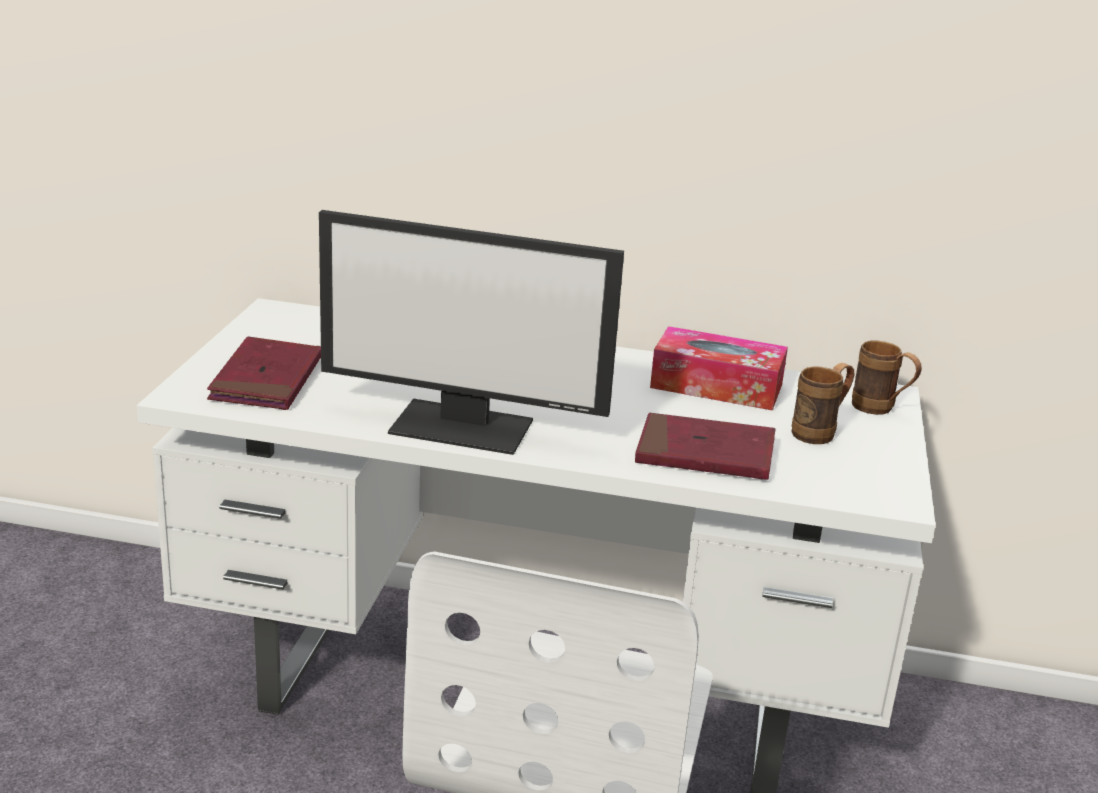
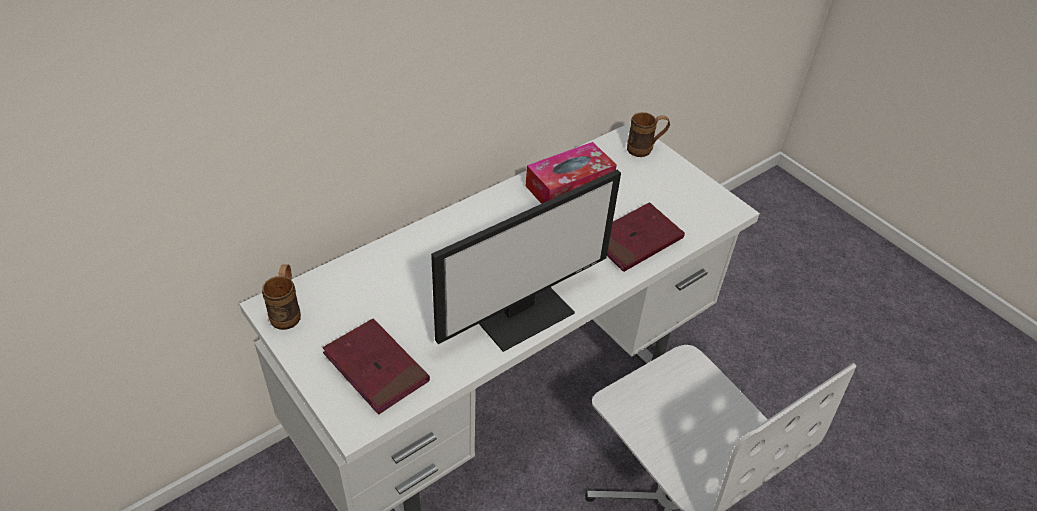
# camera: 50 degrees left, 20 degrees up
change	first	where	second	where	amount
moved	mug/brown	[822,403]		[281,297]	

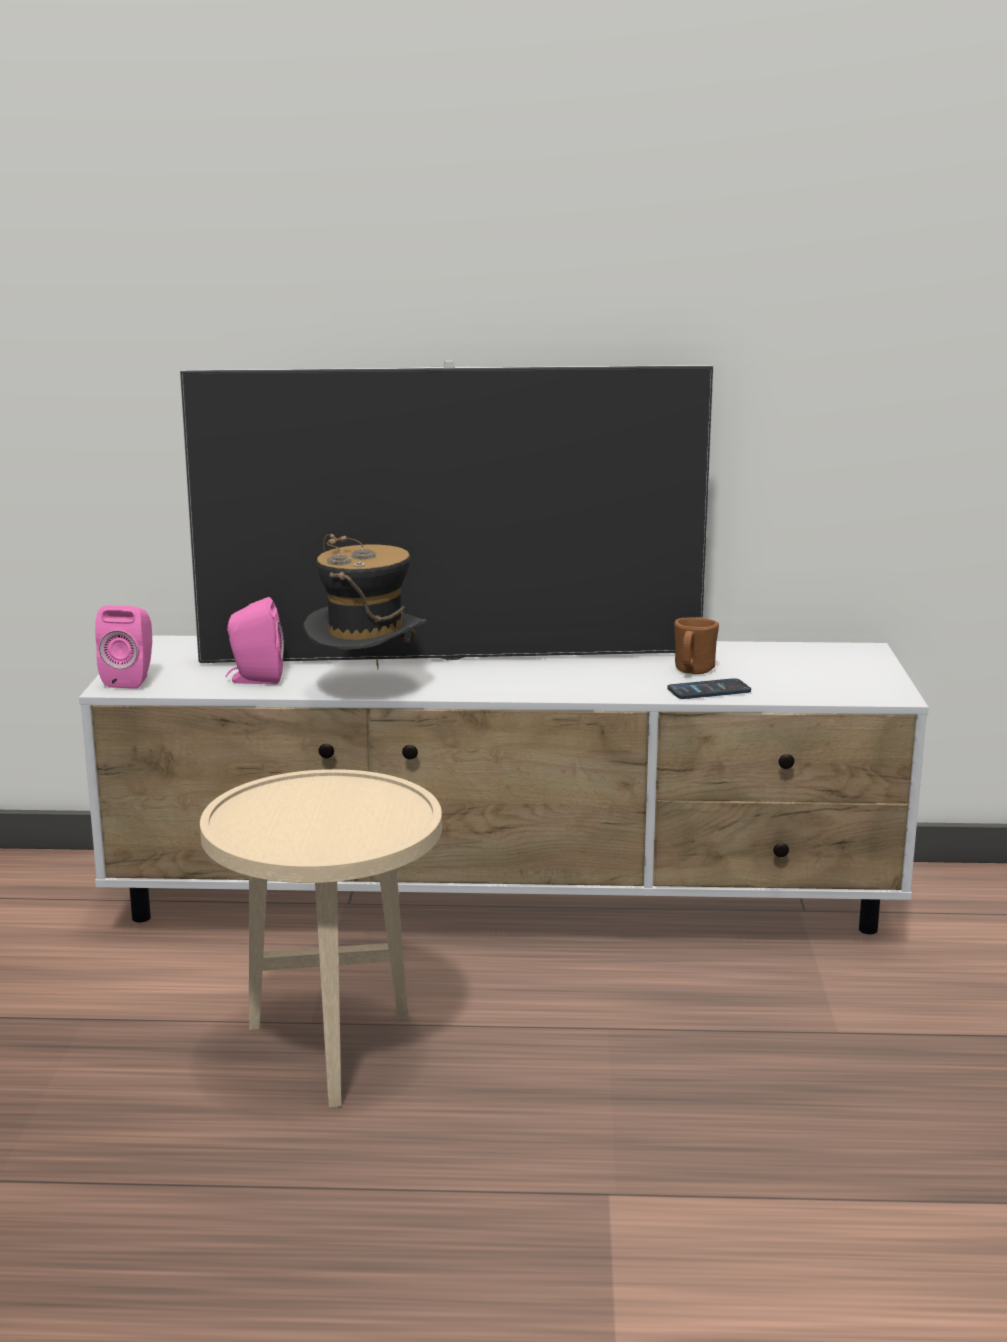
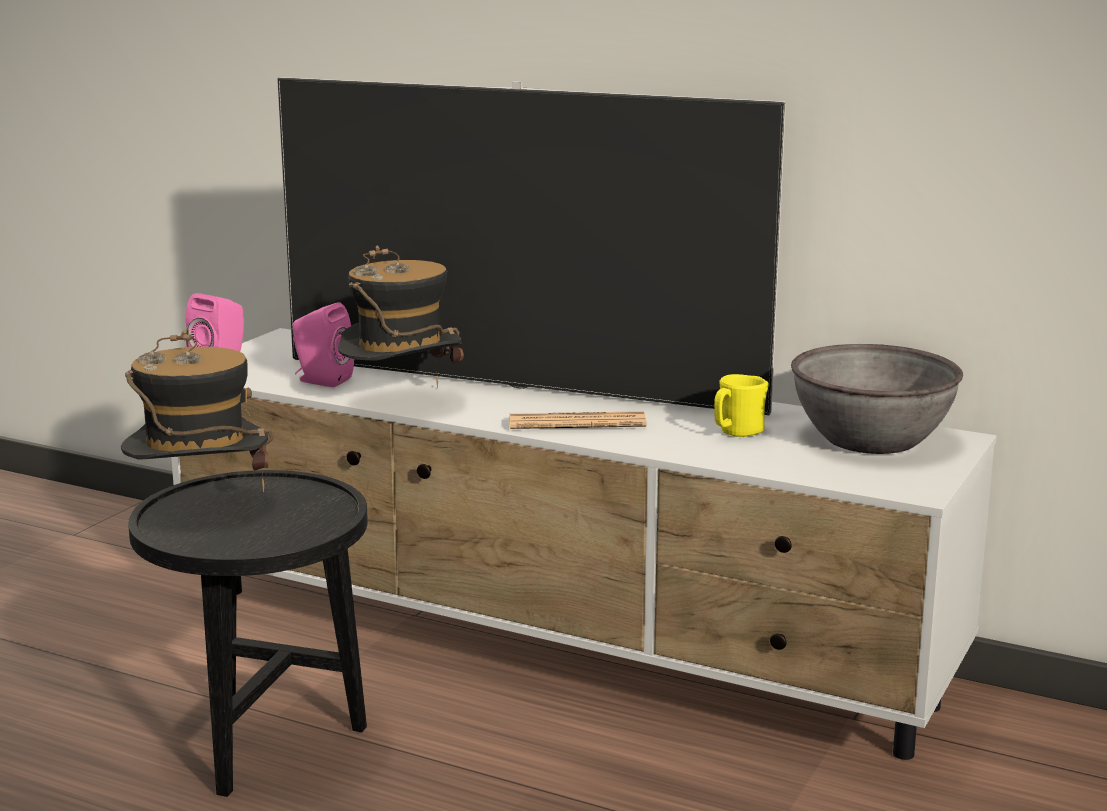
# camera: 25 degrees right, 0 degrees up
change	first	where	second	where	amount
recoloured	side table/beige	[321,938]	side table/black	[248,633]	
removed	phone	[709,688]			
recoloured	mug/brown	[696,645]	mug/yellow	[741,405]	
added			hat	[197,410]	
added			newspaper	[577,420]	
added			bowl/grey	[877,399]	

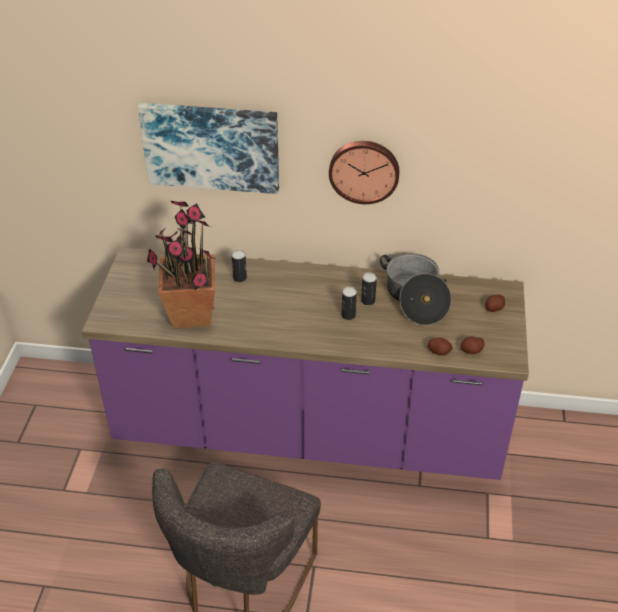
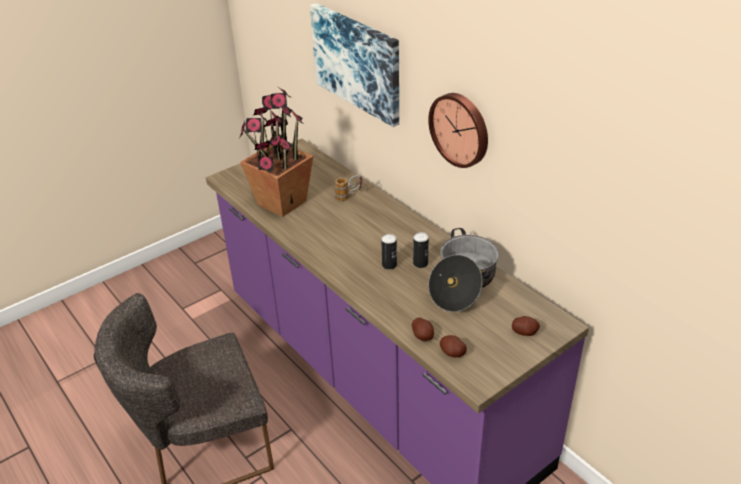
# camera: 45 degrees right, 5 degrees down
change	first	where	second	where	amount
replaced	can	[239,266]	mug	[348,188]	

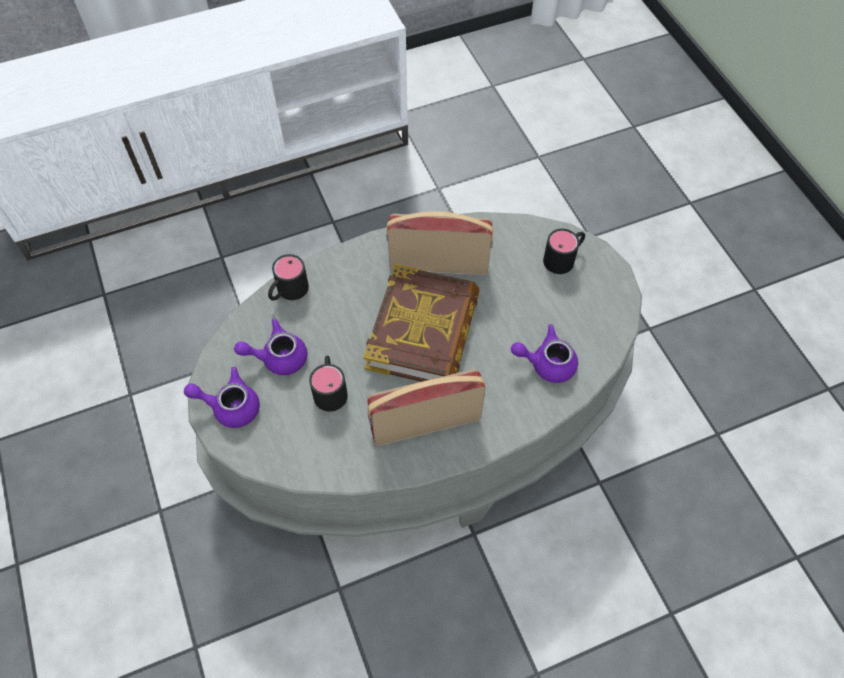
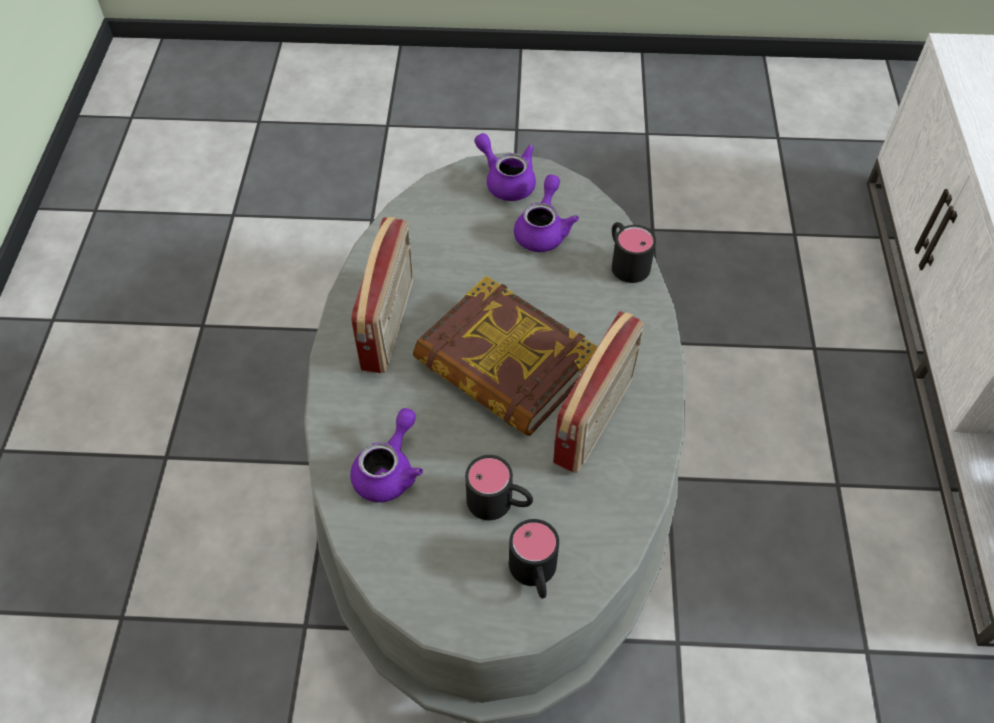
# camera: 115 degrees right, 5 degrees down
change	first	where	second	where	amount
turned	teapot/purple	[222,397]		[505,167]	75 degrees counterclockwise
moved	mug/black	[328,384]		[499,487]	

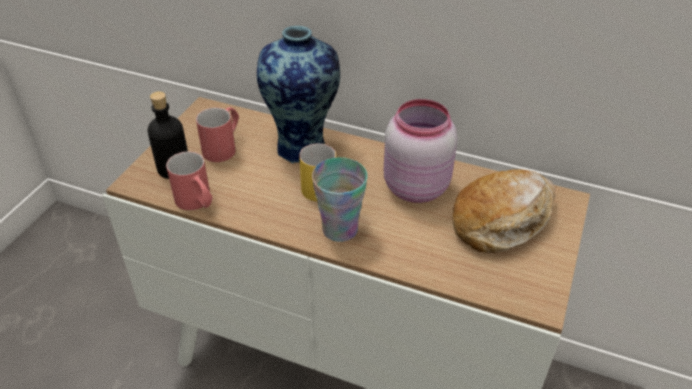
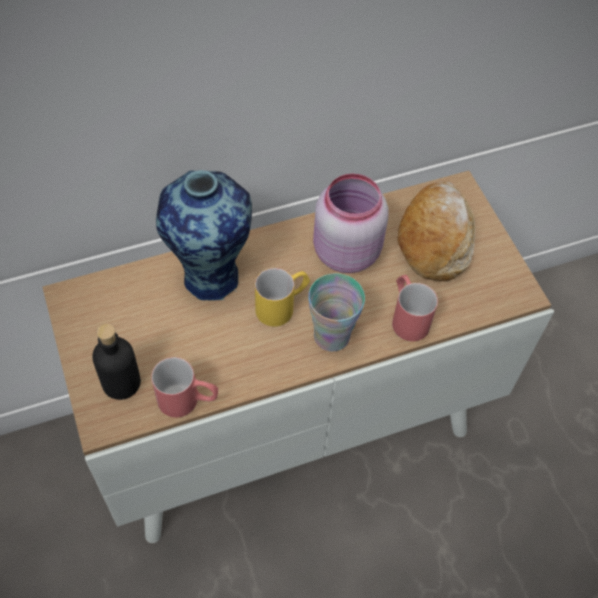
# camera: 45 degrees left, 15 degrees up
change	first	where	second	where	amount
moved	mug/red	[217,134]		[415,308]	

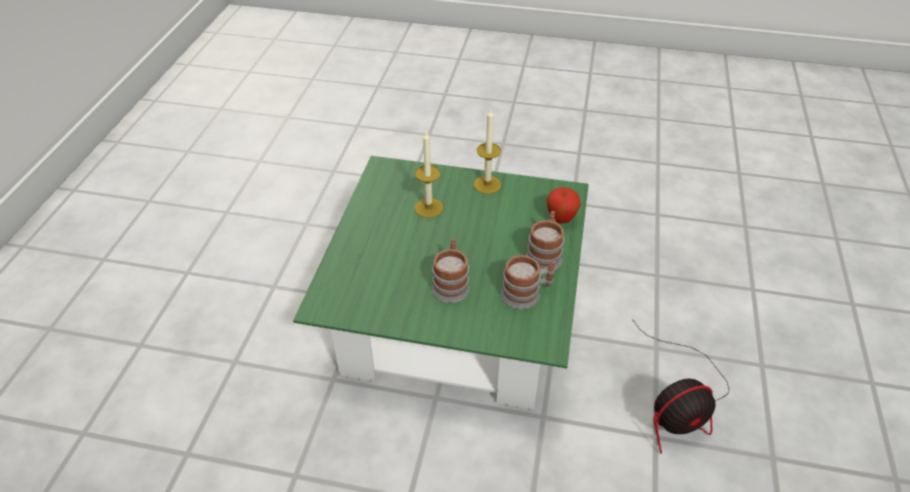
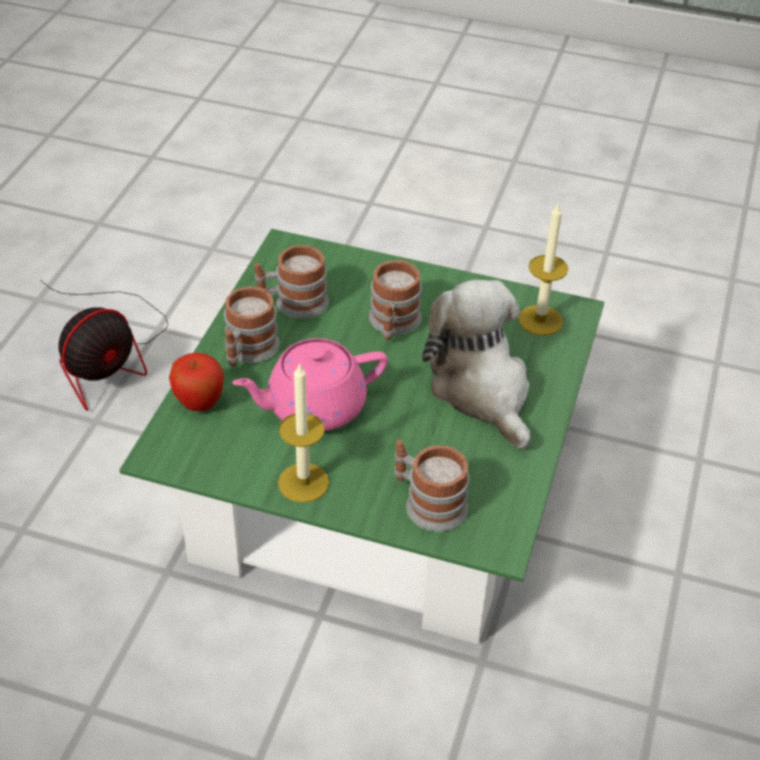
# camera: 175 degrees left, 0 degrees up
change	first	where	second	where	amount
moved	candle	[428,175]		[543,269]	
turned	fan	[681,386]		[104,345]	150 degrees clockwise
added			teapot/pink	[310,384]	
added			mug	[431,485]	
added			plush toy	[476,364]	

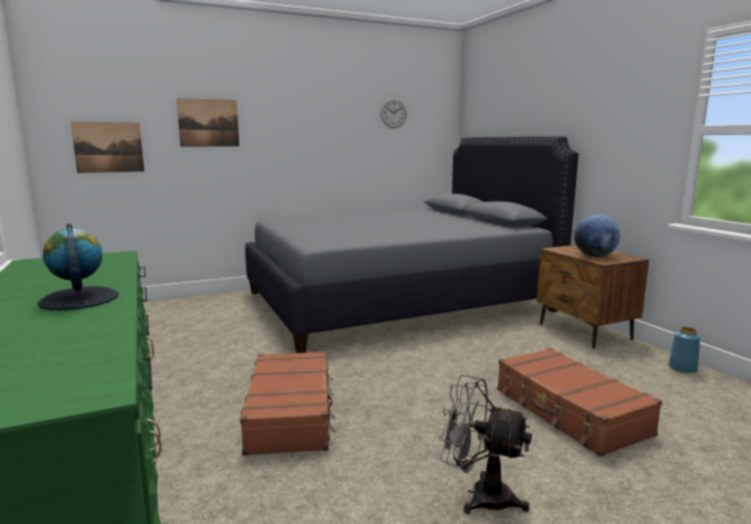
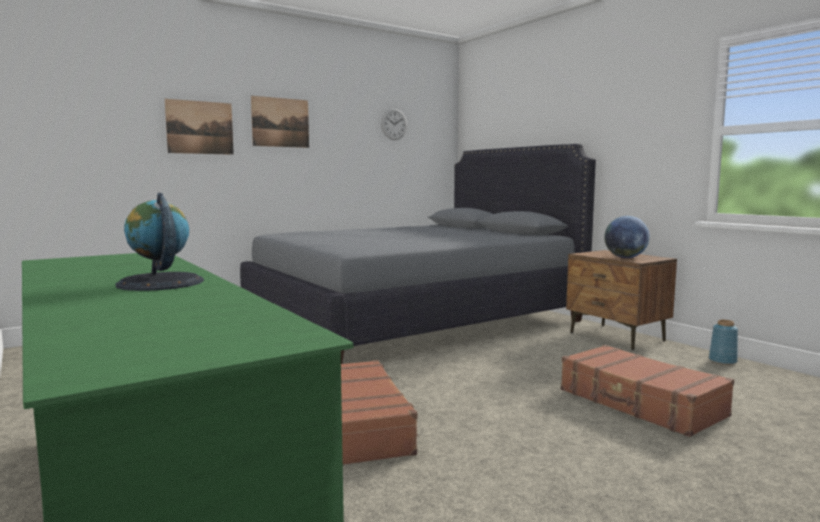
# camera: 10 degrees left, 5 degrees down
change	first	where	second	where	amount
moved	picture	[107,147]		[280,122]	
removed	fan/grey	[485,444]			

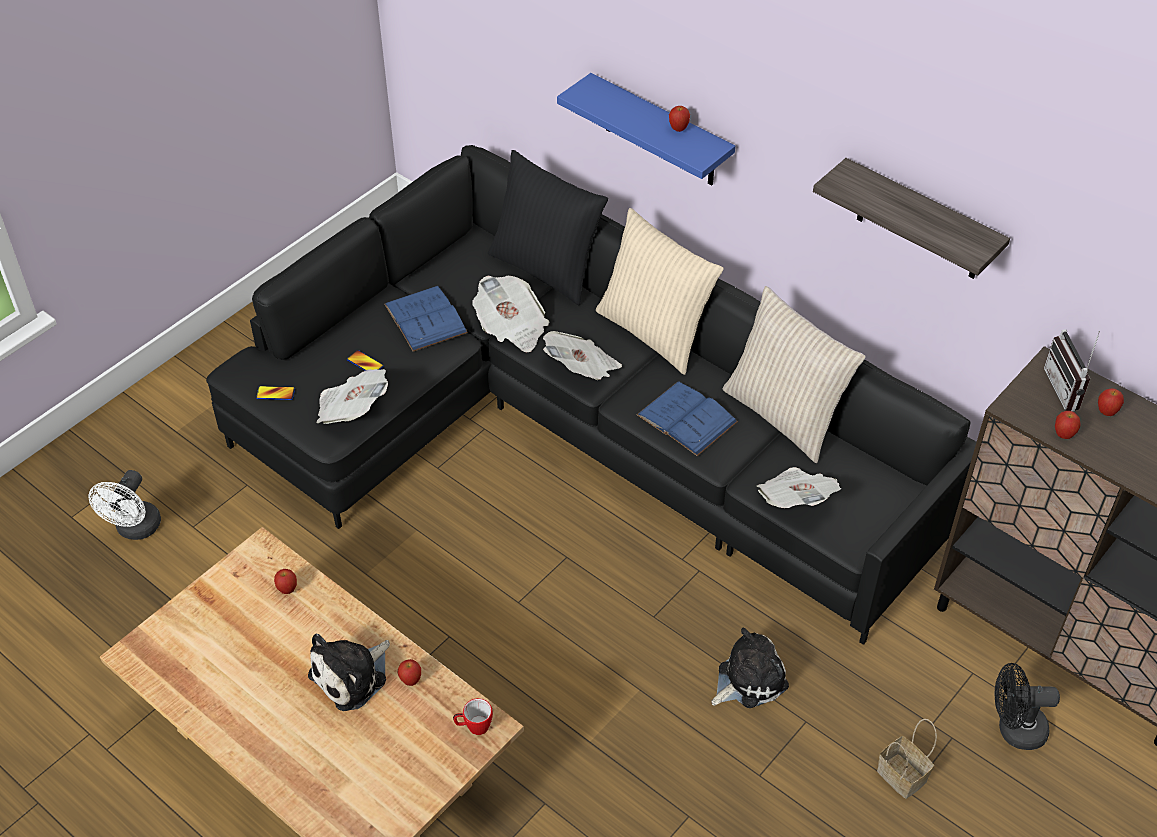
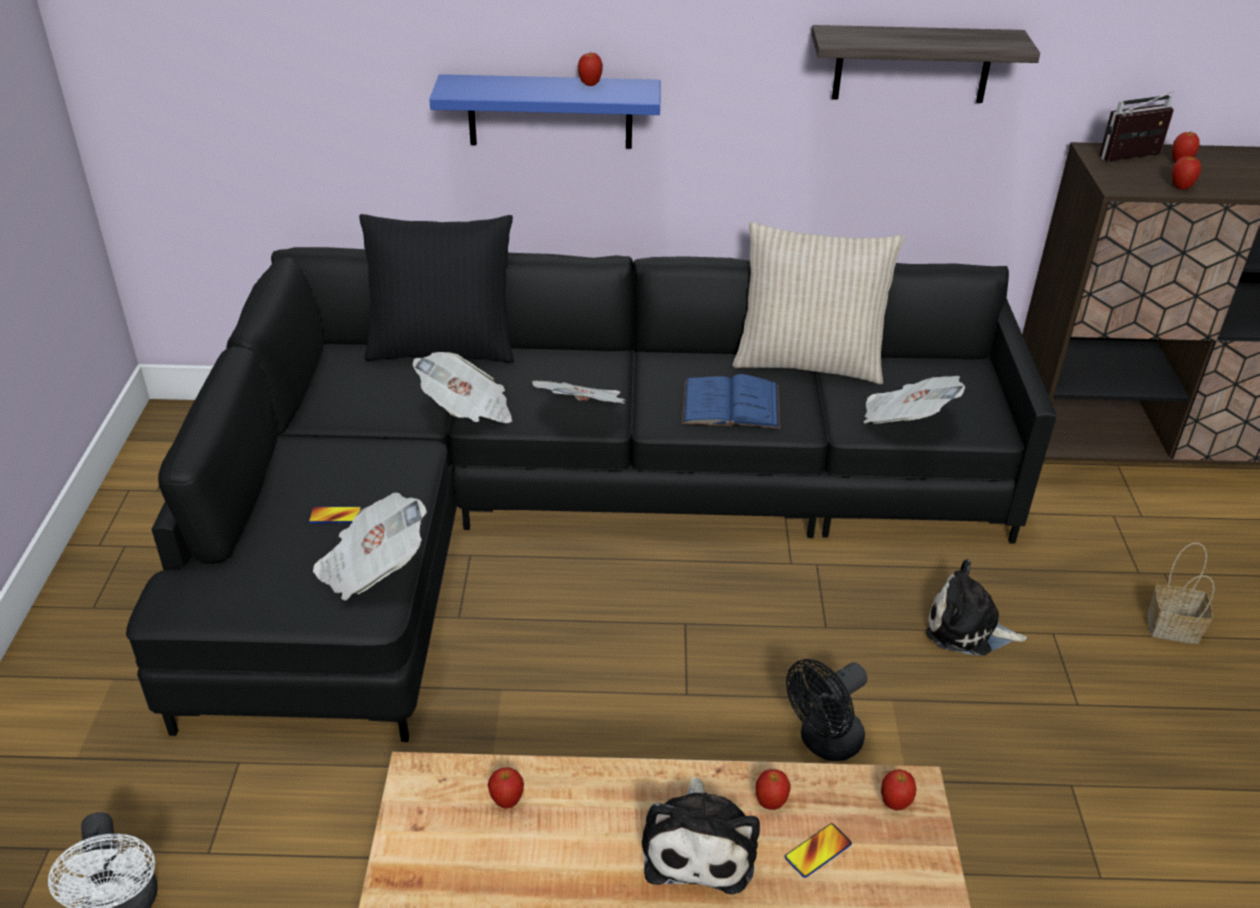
# camera: 40 degrees left, 10 degrees down
change	first	where	second	where	amount
moved	phone	[275,393]		[818,850]	
removed	book/blue	[426,319]			
replaced	mug	[473,716]	apple	[899,790]	
removed	pillow/beige	[660,291]			
turned	plush toy	[750,668]		[976,607]	90 degrees counterclockwise
moved	fan/black	[1027,706]		[826,710]	
turned	radio	[1072,370]		[1136,126]	120 degrees clockwise

